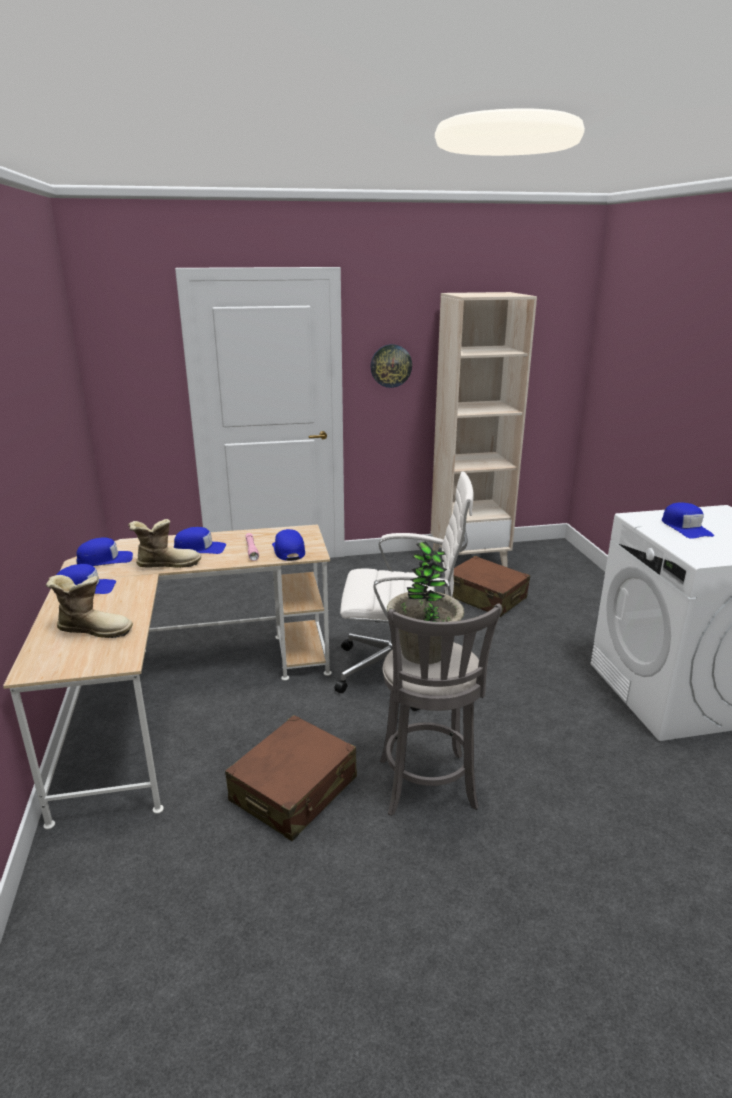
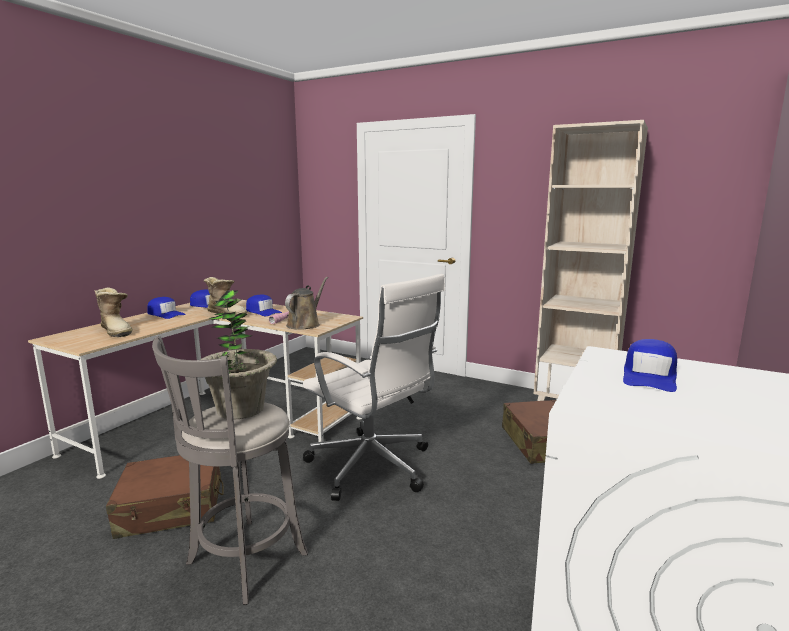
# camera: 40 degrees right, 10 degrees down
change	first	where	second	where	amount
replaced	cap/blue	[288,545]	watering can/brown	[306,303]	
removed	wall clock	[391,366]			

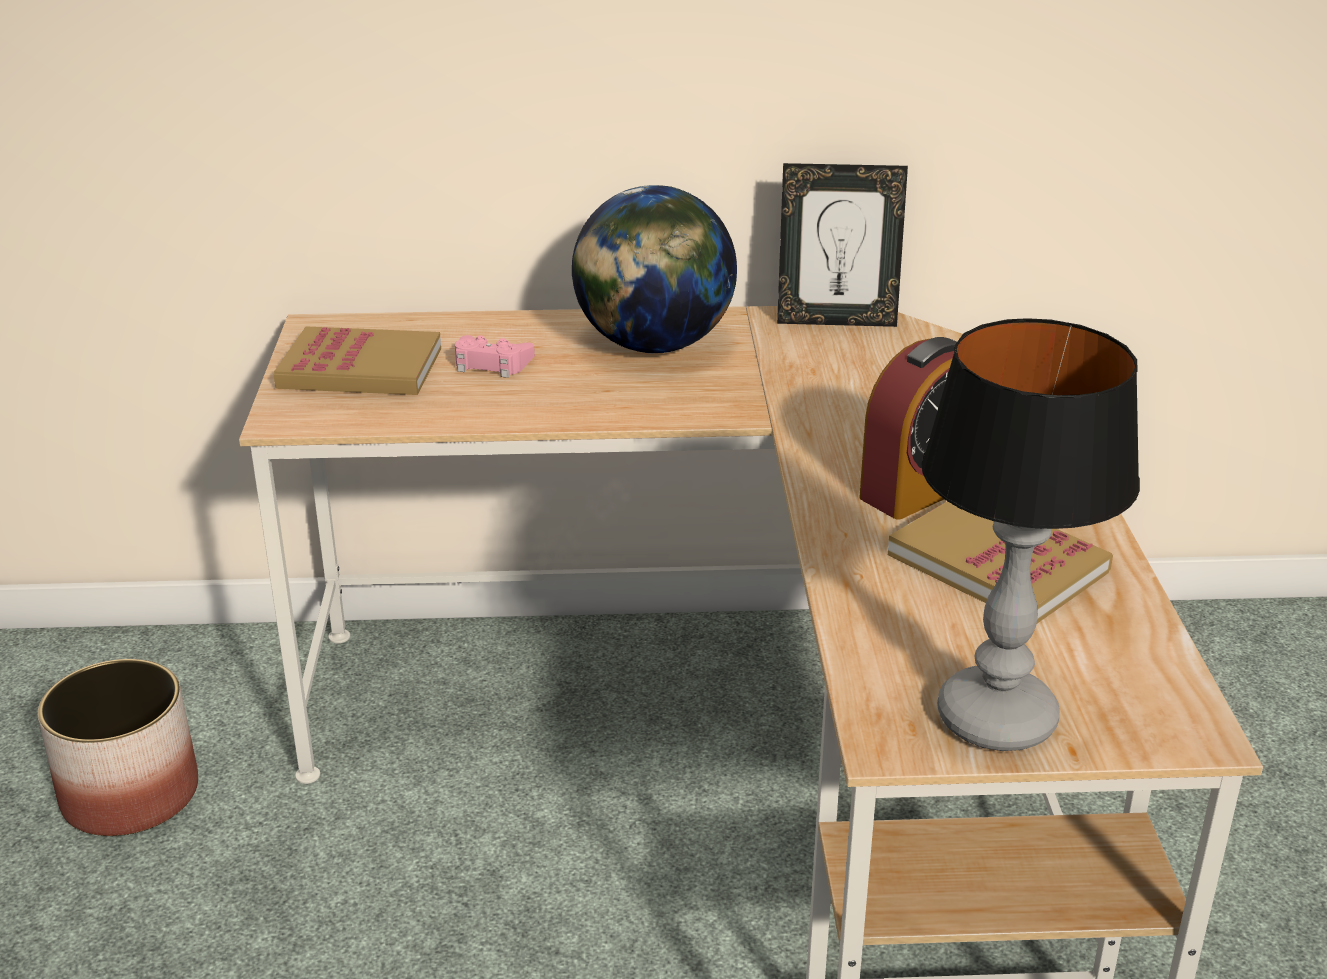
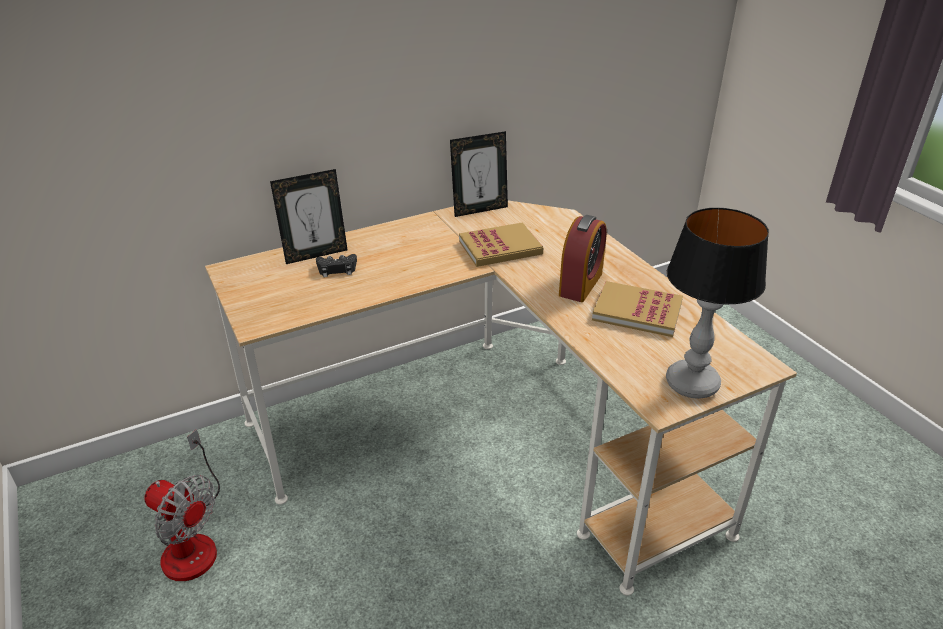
# camera: 25 degrees left, 5 degrees up
change	first	where	second	where	amount
replaced	planter	[118,747]	fan	[182,505]	
moved	book	[357,360]		[501,244]	
recoloured	game controller/pink	[495,356]	game controller/black	[336,265]	
removed	globe	[654,269]			
added			picture frame	[309,216]	

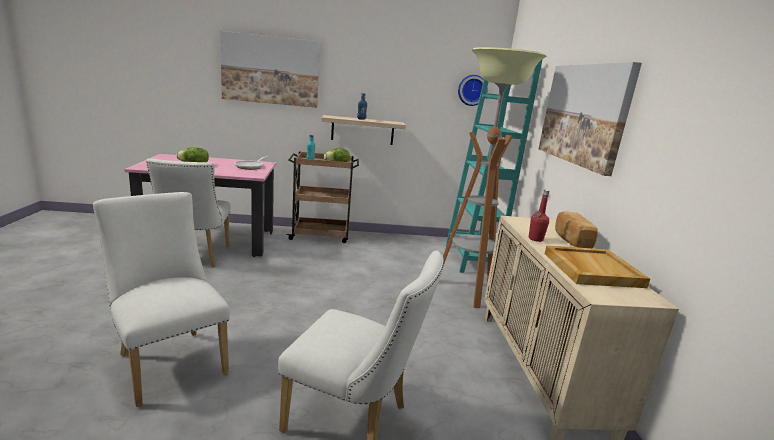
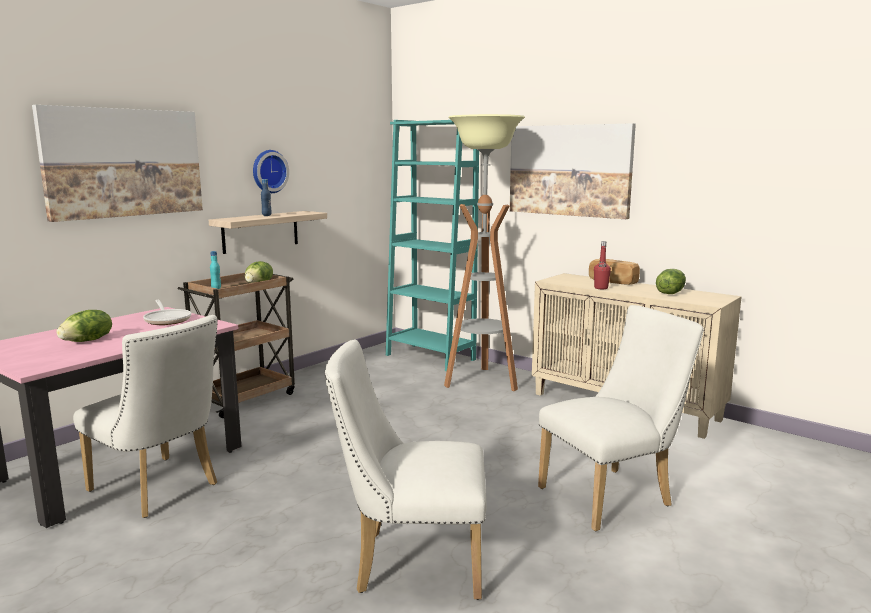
# camera: 45 degrees left, 5 degrees down
change	first	where	second	where	amount
moved	wall clock	[473,90]		[271,171]	
replaced	tray/beige	[597,266]	lettuce	[671,281]	

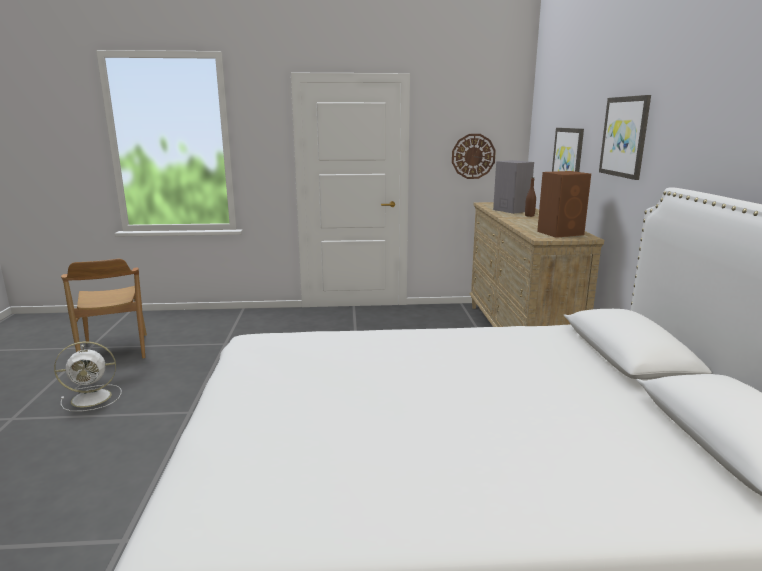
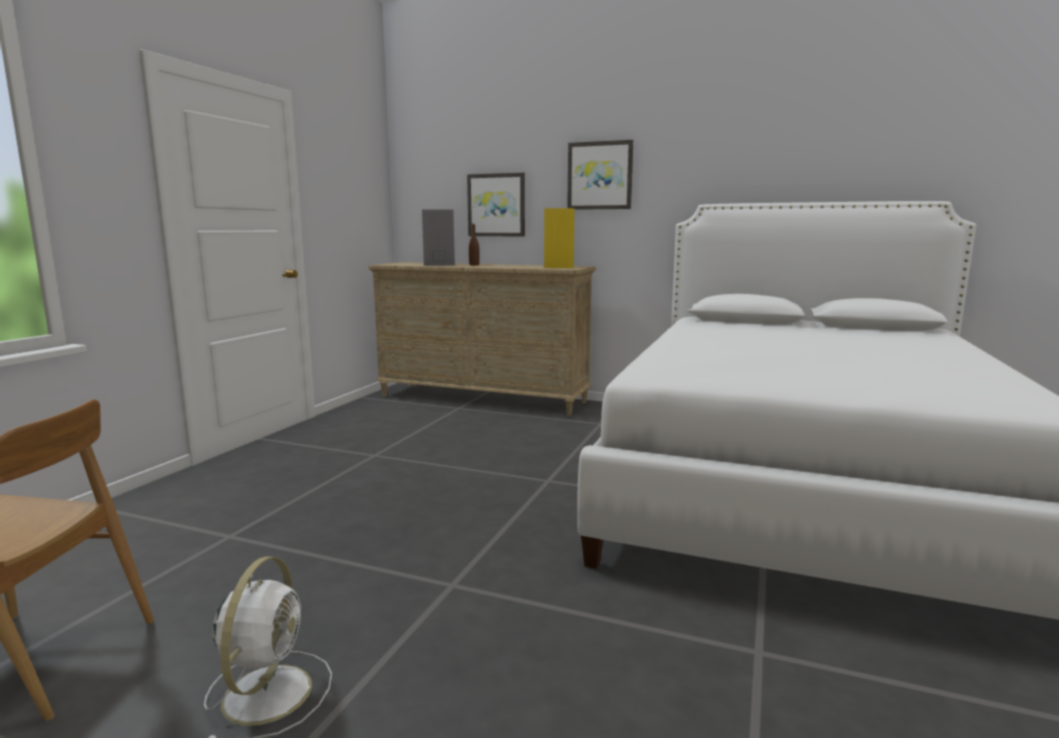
# camera: 65 degrees left, 5 degrees down
change	first	where	second	where	amount
removed	wall clock	[474,156]			
recoloured	speaker/brown	[564,204]	speaker/yellow	[559,238]	

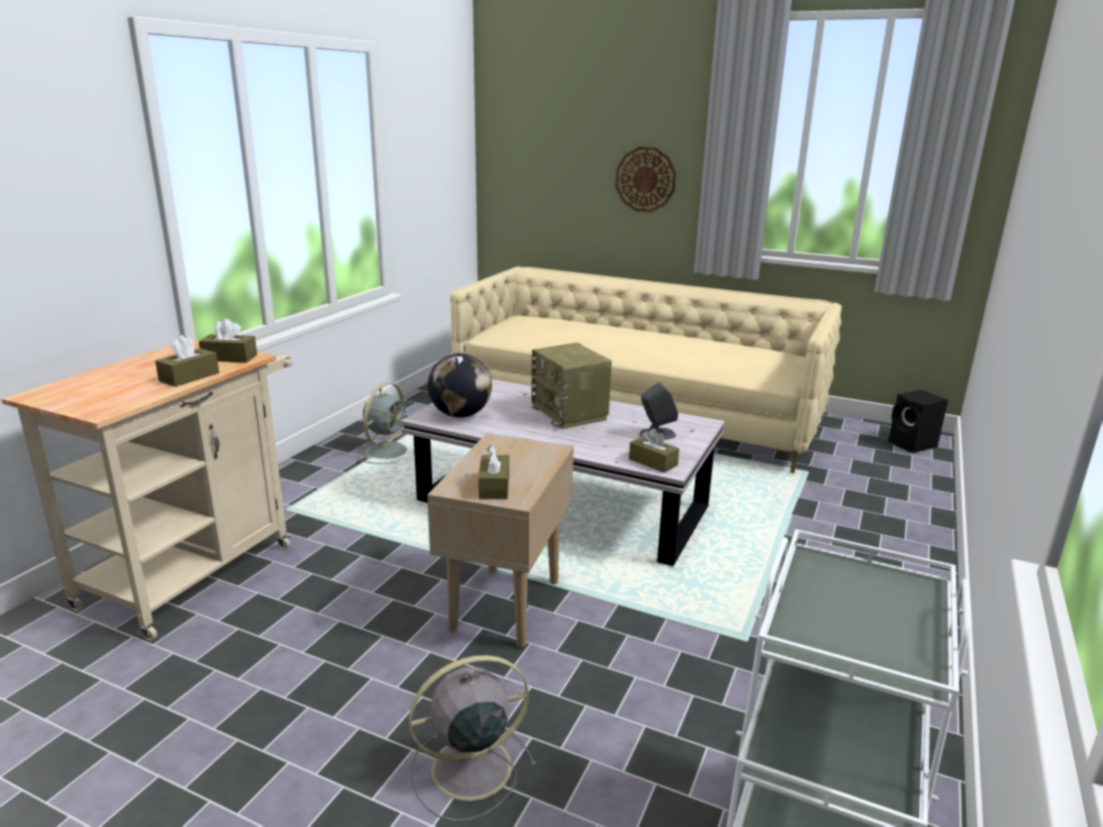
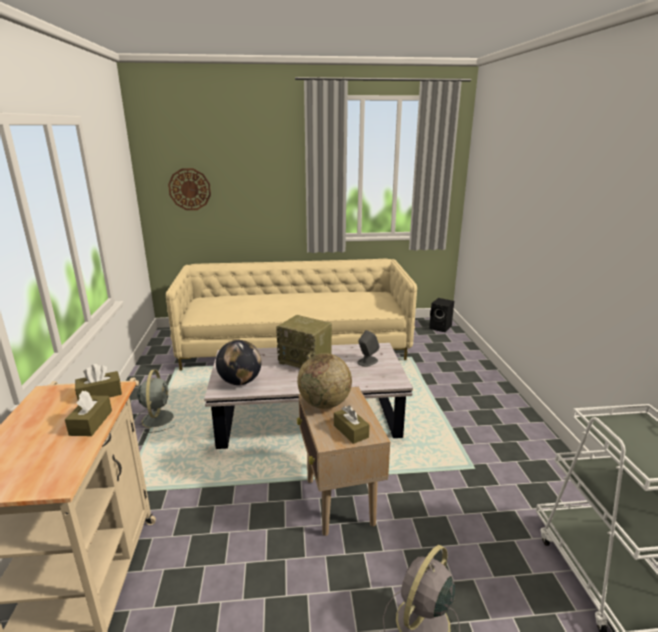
# camera: 30 degrees left, 0 degrees up
change	first	where	second	where	amount
moved	wall clock	[645,179]		[189,189]	
removed	tissue box/brown	[654,450]			
added			globe	[324,381]	

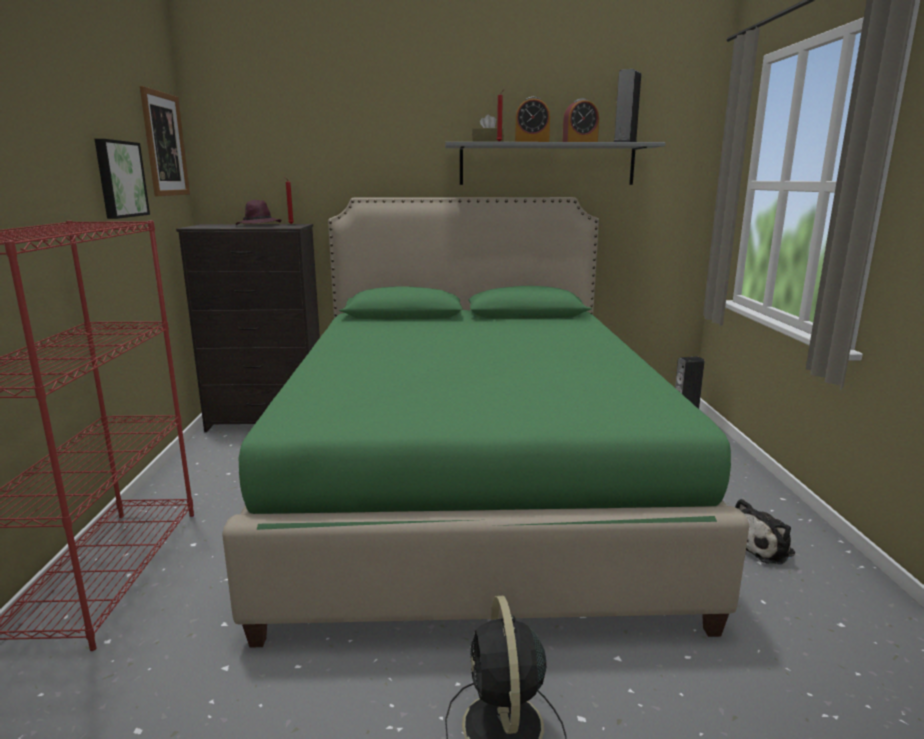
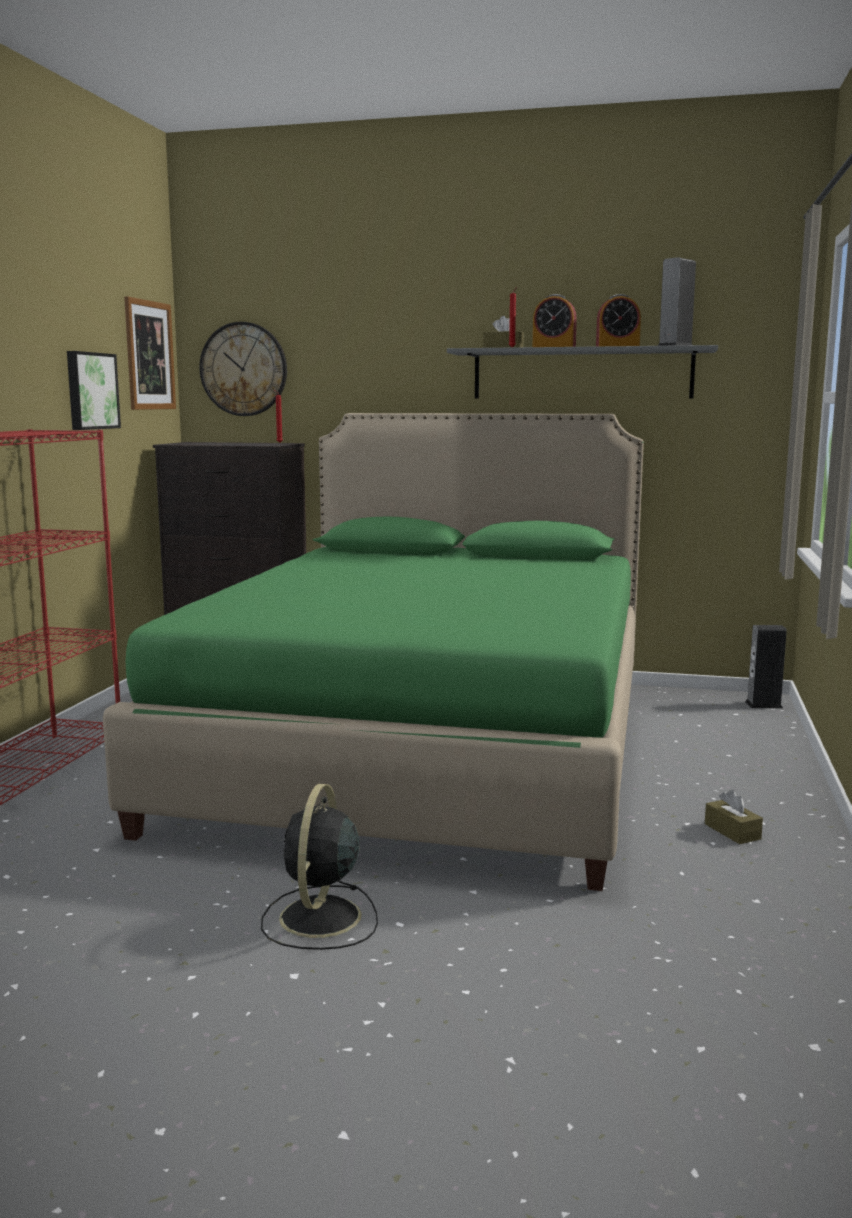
# camera: 15 degrees right, 5 degrees down
change	first	where	second	where	amount
removed	hat/purple	[258,213]			
replaced	plush toy	[765,532]	tissue box/brown	[734,816]	
added			wall clock	[243,369]	

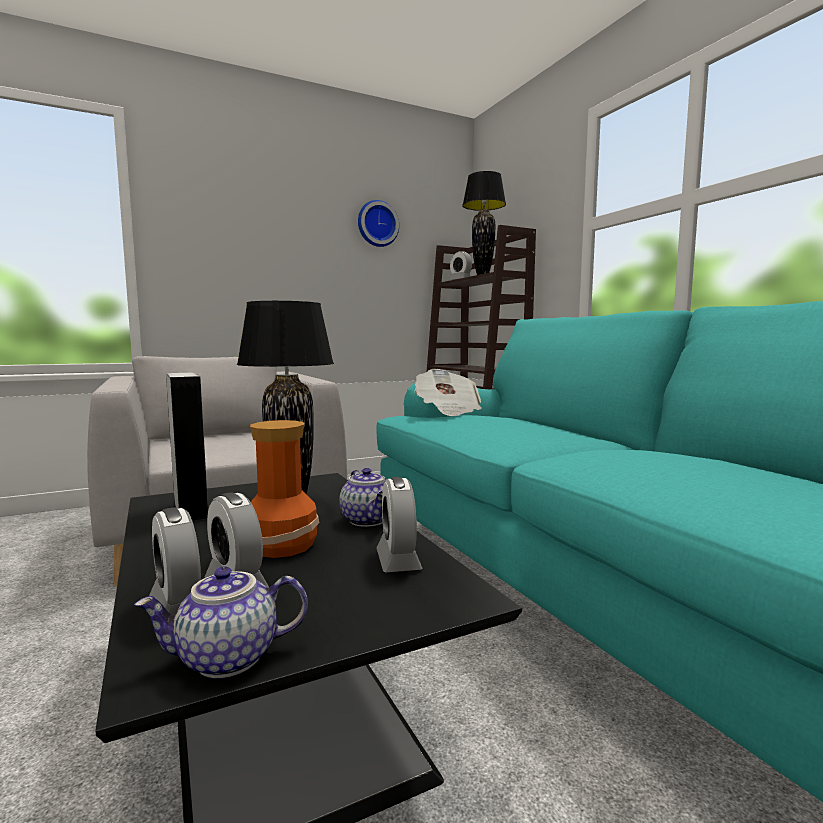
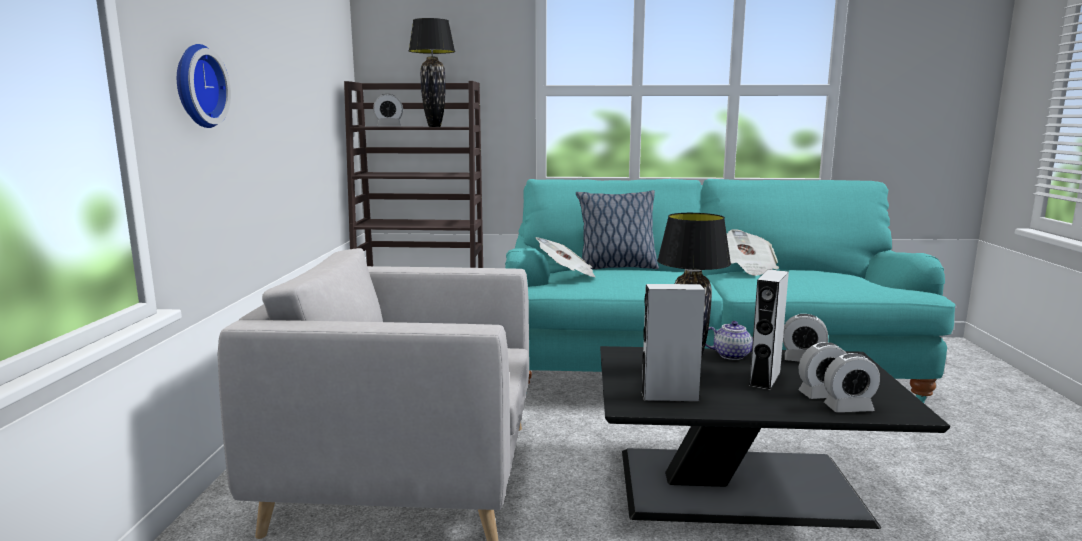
# camera: 60 degrees left, 5 degrees up
change	first	where	second	where	amount
removed	teapot	[221,622]			
replaced	vase	[284,489]	speaker/grey	[769,329]	
moved	wall clock	[378,223]		[204,86]	
added			pillow	[617,230]	
added			newspaper	[753,252]	

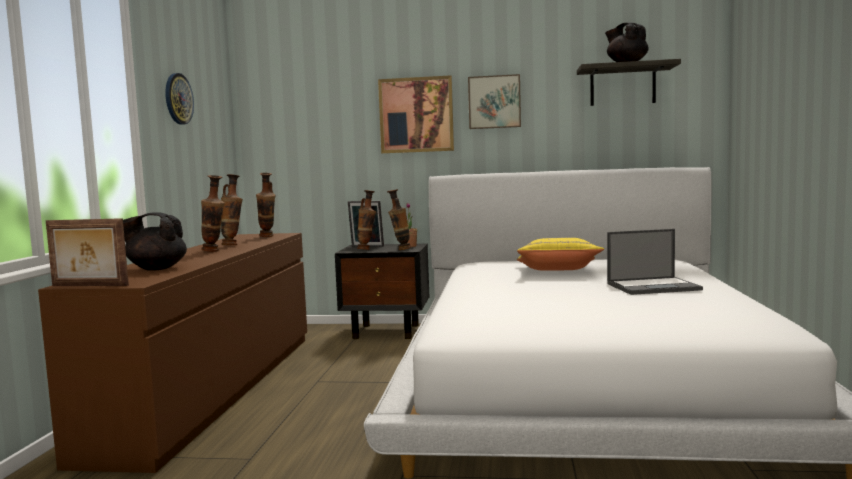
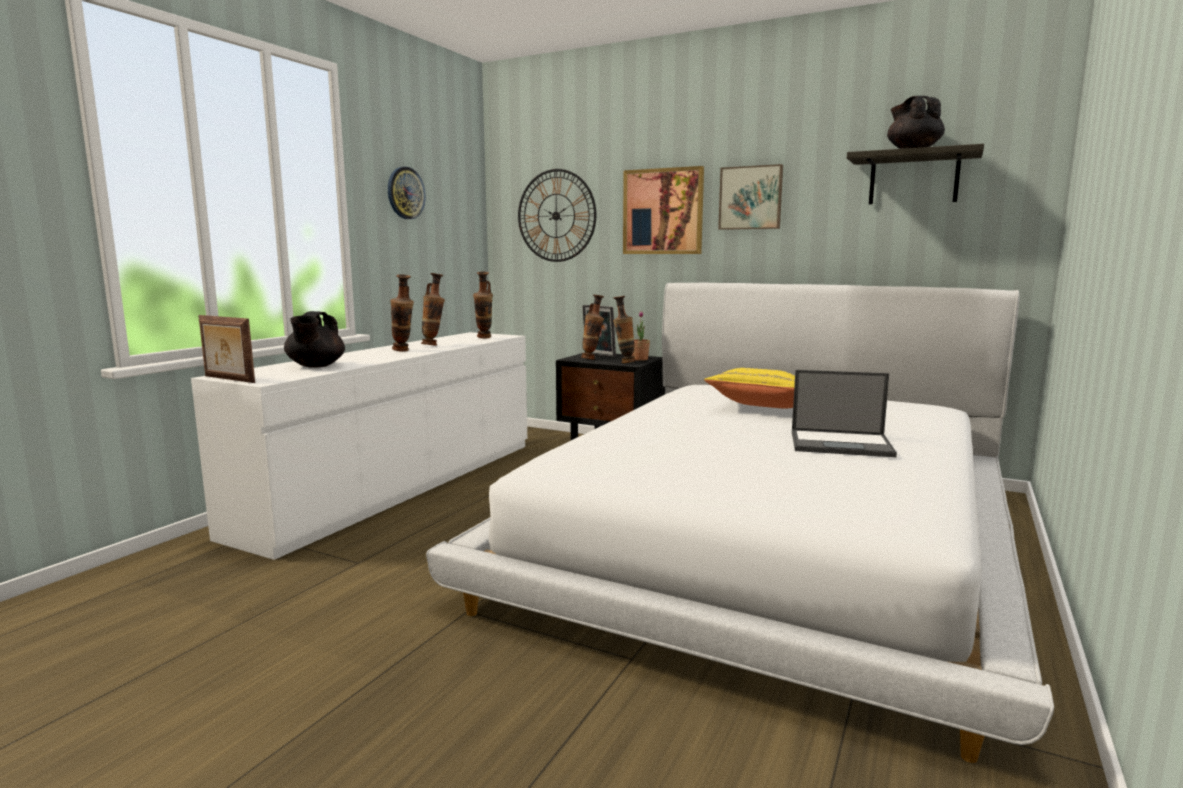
# camera: 20 degrees right, 5 degrees up
change	first	where	second	where	amount
recoloured	dresser/brown	[172,353]	dresser/white	[359,446]	
turned	teapot/black	[155,241]		[314,339]	105 degrees counterclockwise
added			wall clock	[557,215]	

